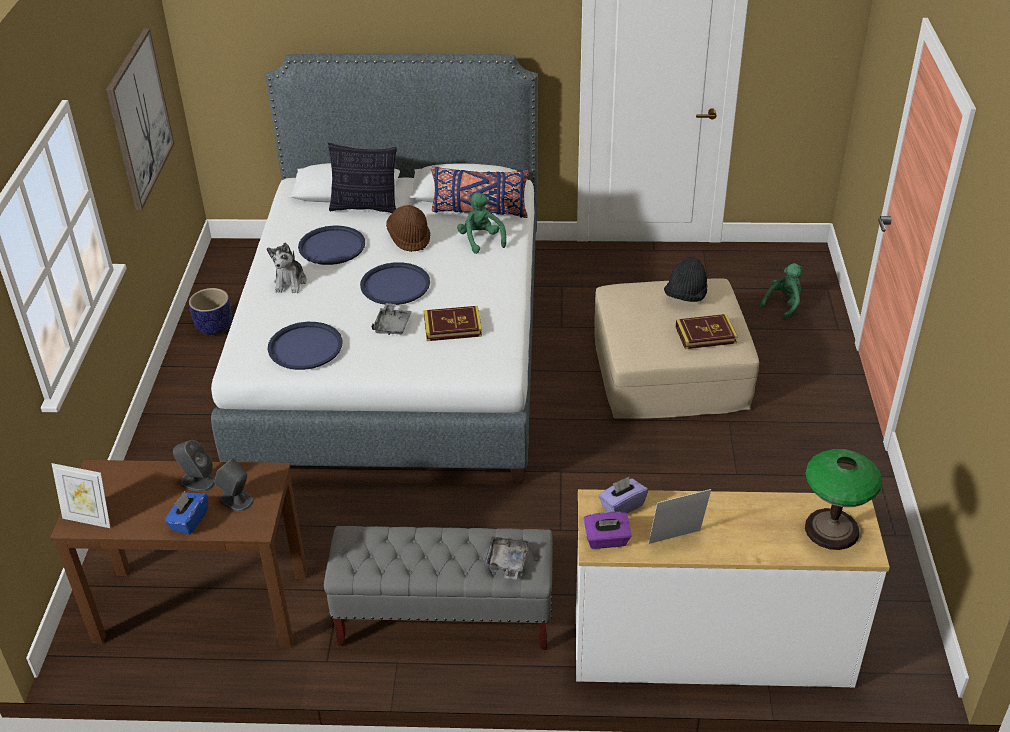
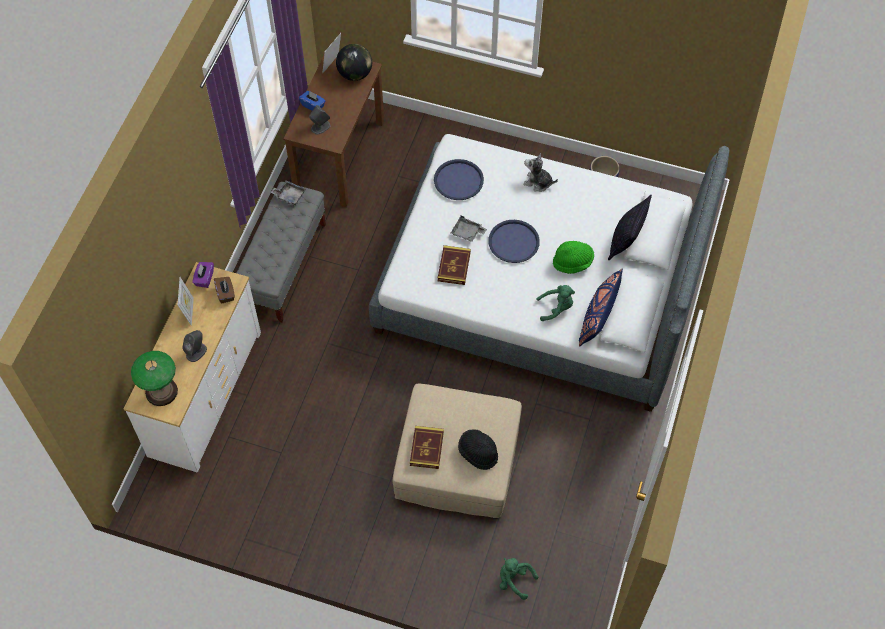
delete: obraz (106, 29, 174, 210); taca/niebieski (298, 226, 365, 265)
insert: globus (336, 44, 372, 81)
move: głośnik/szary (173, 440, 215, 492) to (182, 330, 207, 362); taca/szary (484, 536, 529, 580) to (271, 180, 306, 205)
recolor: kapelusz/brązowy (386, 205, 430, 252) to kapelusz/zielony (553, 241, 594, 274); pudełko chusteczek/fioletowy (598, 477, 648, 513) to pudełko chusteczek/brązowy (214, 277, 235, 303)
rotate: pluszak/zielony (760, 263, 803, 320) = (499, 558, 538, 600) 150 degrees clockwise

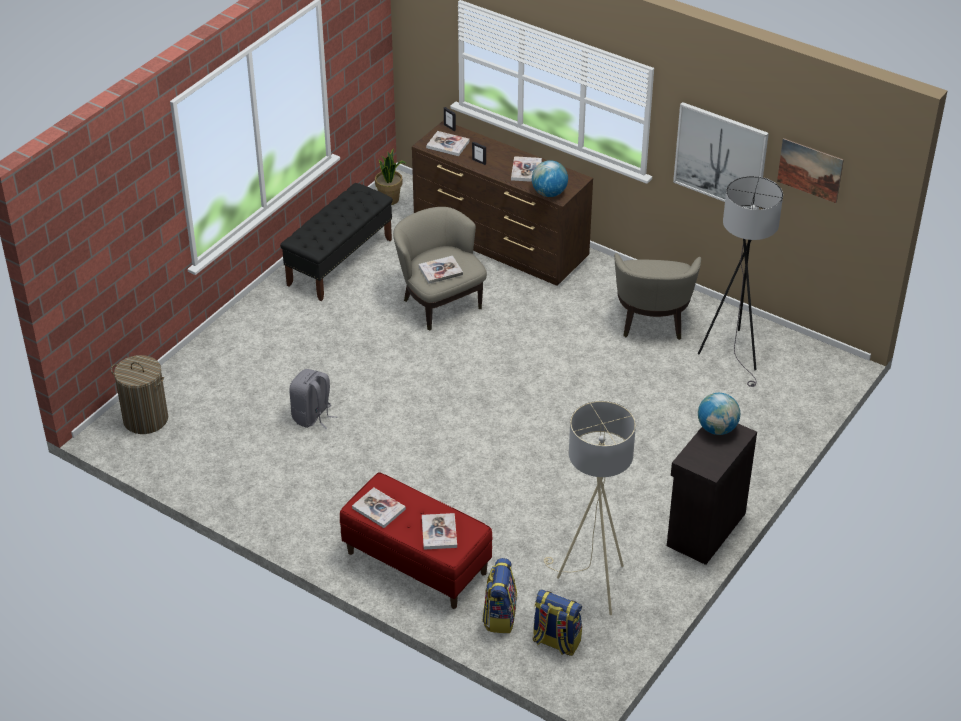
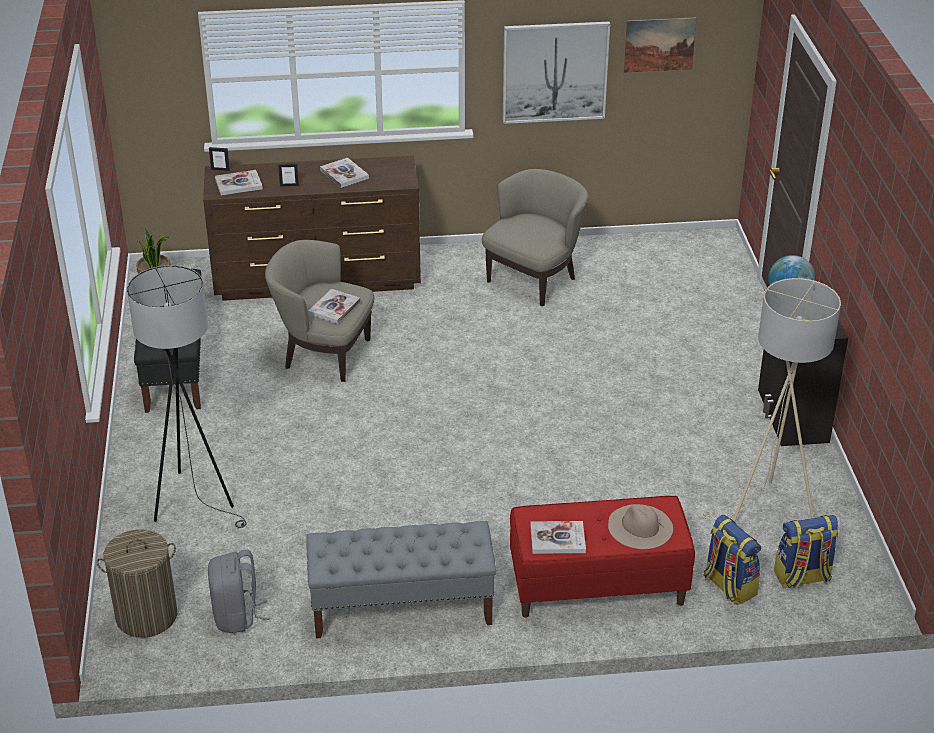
delete: globus (532, 160, 568, 197)
insert: ławka/szary (306, 521, 496, 639)
move: lampa stojąca/szary (698, 176, 783, 387) to (127, 265, 247, 528); plecak/szary (289, 369, 337, 429) to (208, 549, 269, 633)
replace: książka (422, 513, 457, 550) to kapelusz/beżowy (608, 504, 673, 549)
rotate: fotel/beżowy (614, 253, 701, 340) = (482, 169, 588, 306) 105 degrees counterclockwise

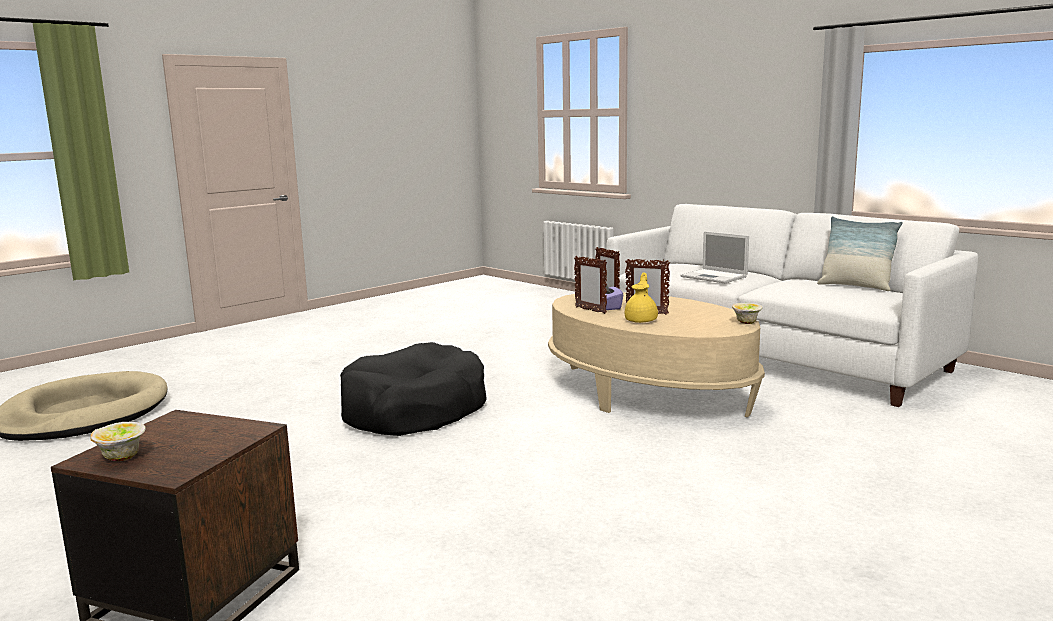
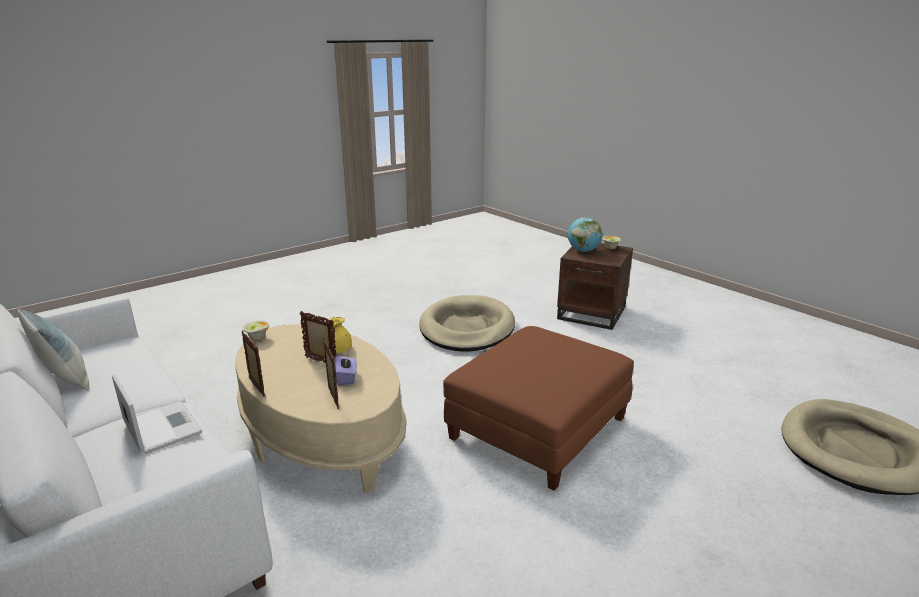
insert: globus (568, 217, 602, 252); legowisko/beżowy (419, 295, 515, 352)
move: ramka na zdjęcie (574, 256, 607, 314) to (242, 331, 265, 397)
replace: legowisko/czarny (340, 342, 487, 436) to pufa/brązowy (443, 326, 634, 491)

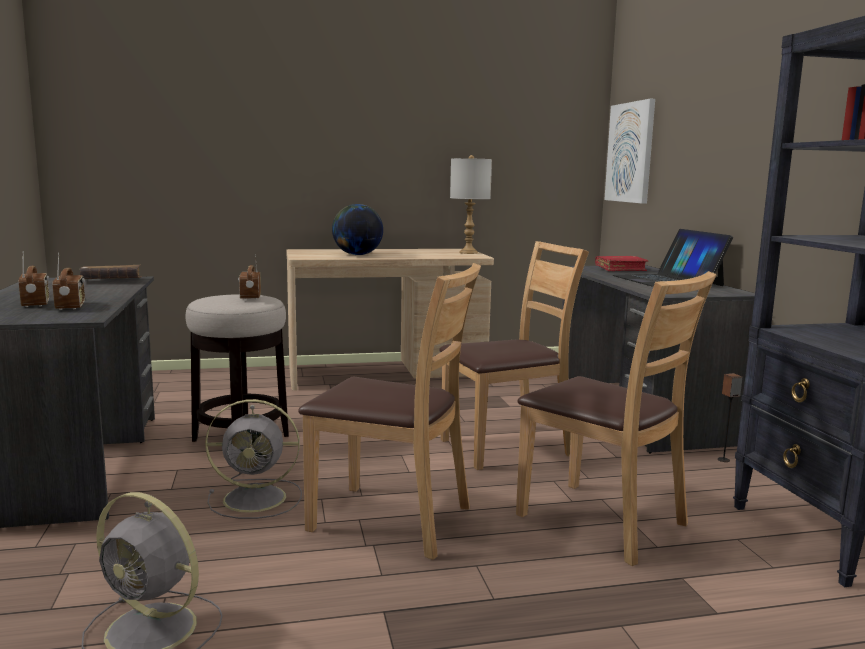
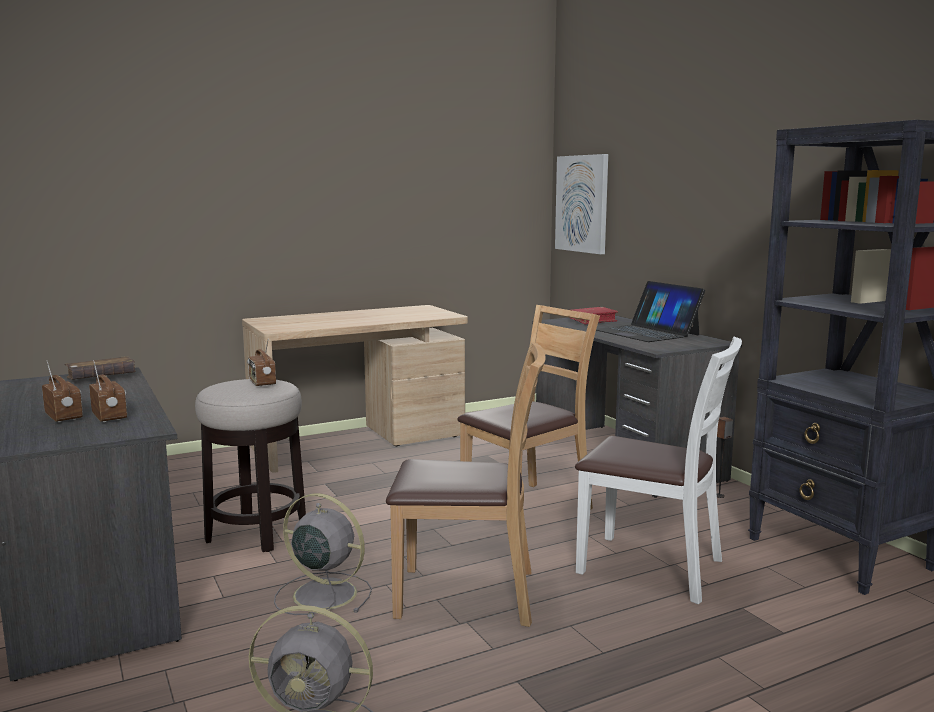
delete: lampa stołowa/szary (450, 155, 492, 254); globus (332, 204, 383, 255)
recolor: krzesło/brązowy (516, 271, 717, 566) to krzesło/biały (575, 337, 742, 604)
rotate: wentylator/szary (205, 399, 302, 519) = (274, 493, 372, 615) 135 degrees counterclockwise

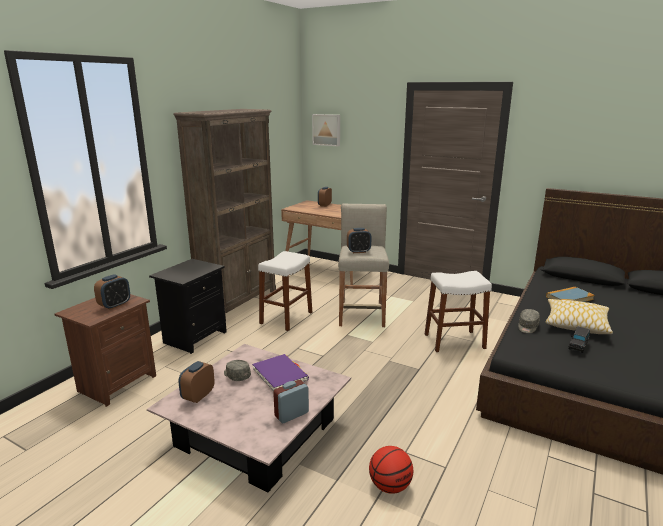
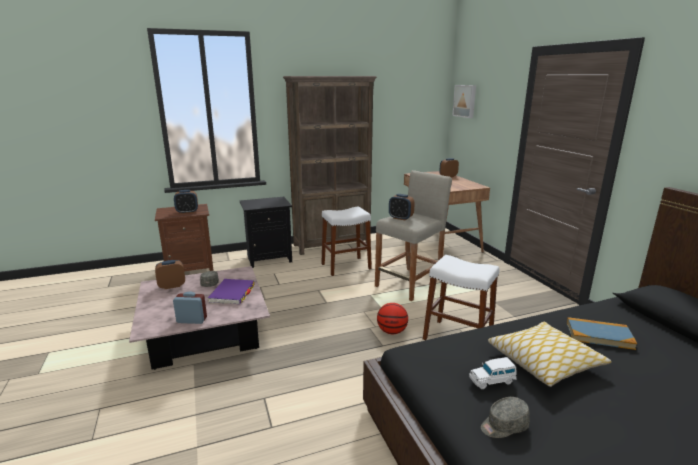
move: czapka z daszkiem/szary (518, 309, 540, 333) to (481, 397, 530, 438); piłka do koszykówki (369, 446, 413, 494) to (377, 303, 408, 334)
recolor: samochodzik/czarny (568, 326, 590, 353) to samochodzik/biały (469, 357, 517, 389)

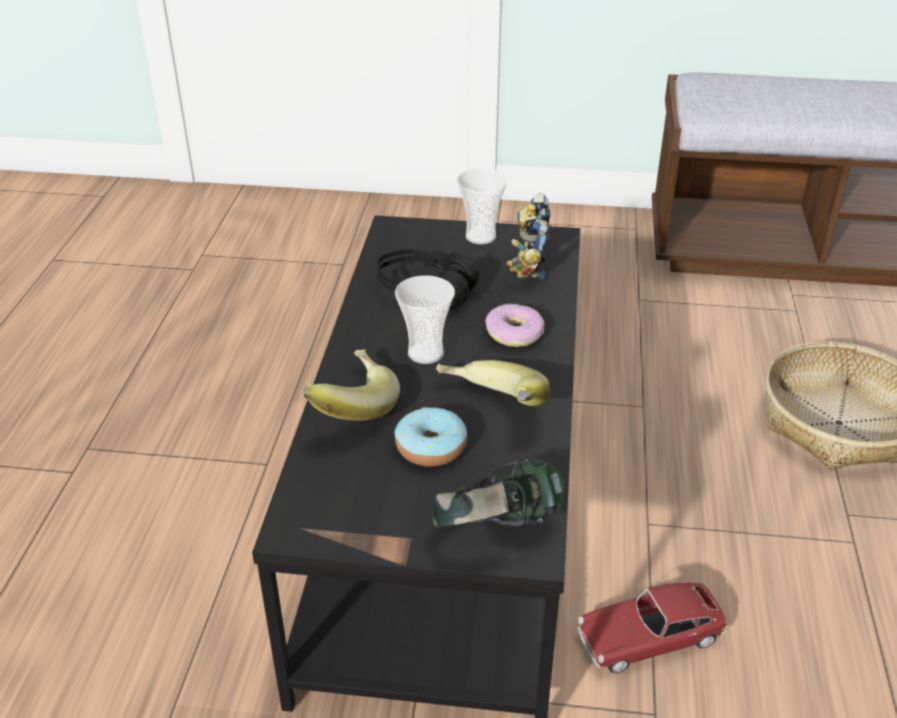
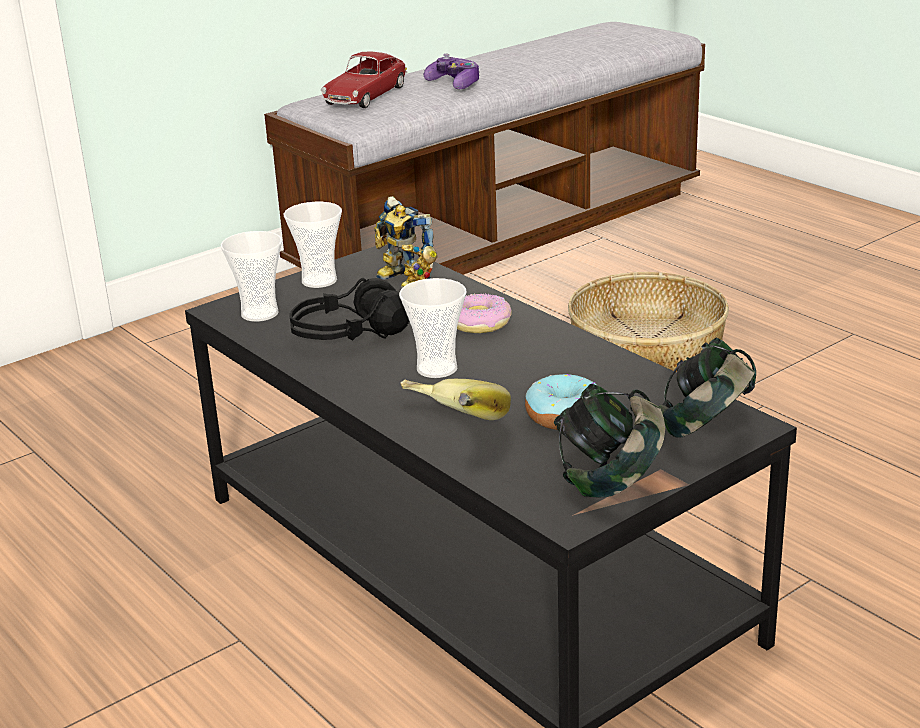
delete: banan (436, 360, 550, 406)
insert: pad do gier (424, 54, 480, 90); filiżanka (221, 231, 282, 322); słuchawki (554, 384, 665, 497)
move: samochodzik (577, 582, 727, 673) to (321, 51, 407, 108)

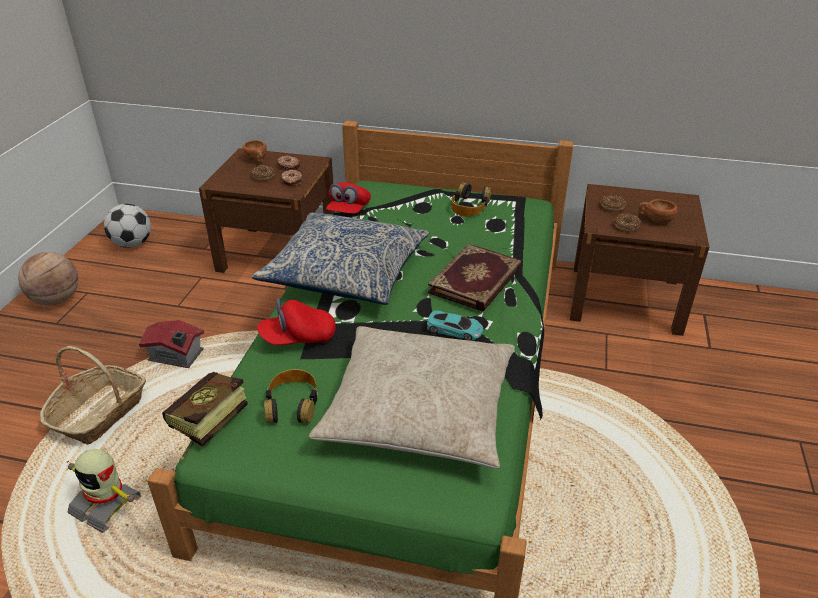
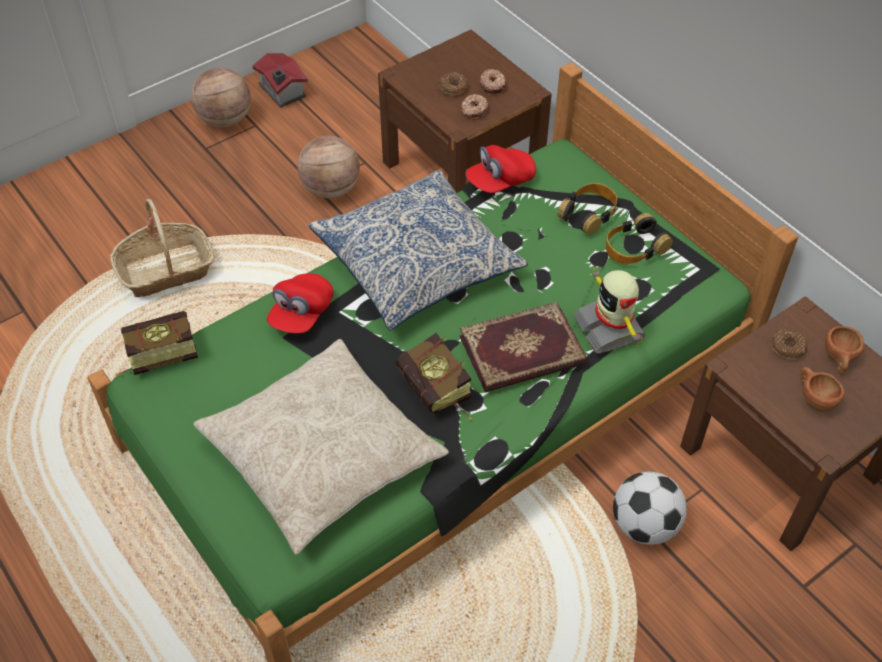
delete: donut (614, 214, 641, 231)
insert: piłka do koszykówki (297, 136, 360, 198)
move: filiżanka/brązowy (243, 140, 267, 164) to (825, 326, 864, 375); piłka futbolowa (104, 204, 151, 248) to (613, 472, 687, 545); domek (139, 320, 204, 368) to (252, 53, 308, 108); słuchawki (264, 369, 318, 423) to (558, 183, 617, 235); robot zabawkowy (66, 449, 141, 533) to (573, 267, 645, 354)
replace: samochodzik/turkusowy (427, 310, 483, 341) to książka (396, 333, 472, 420)
rotate: czapka z daszkiem/czerwony (257, 298, 336, 345) = (267, 273, 333, 333) 90 degrees counterclockwise

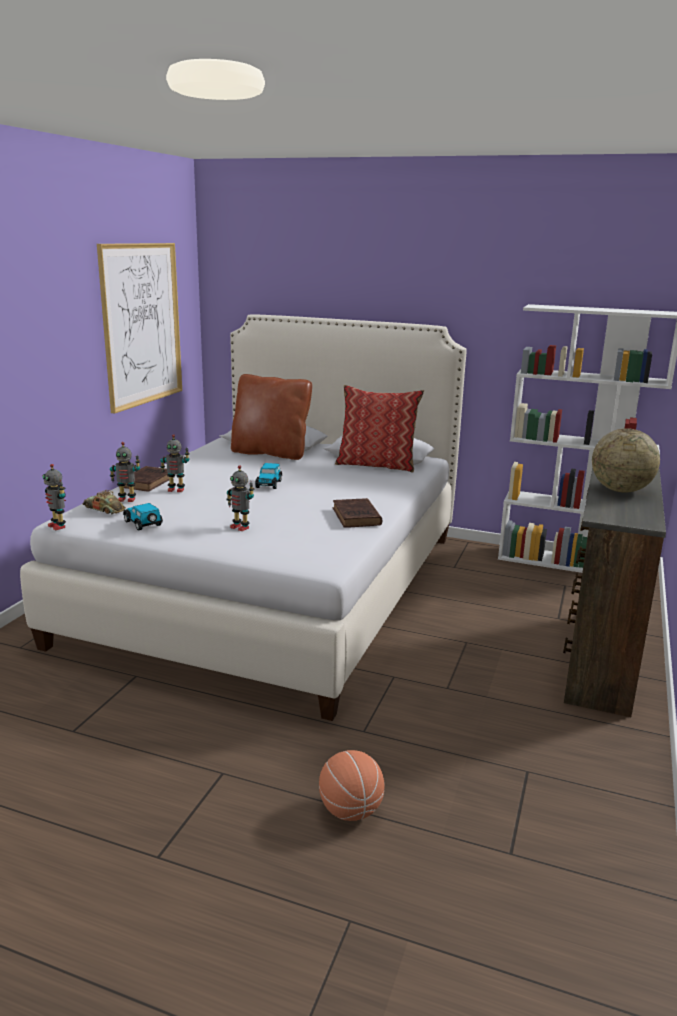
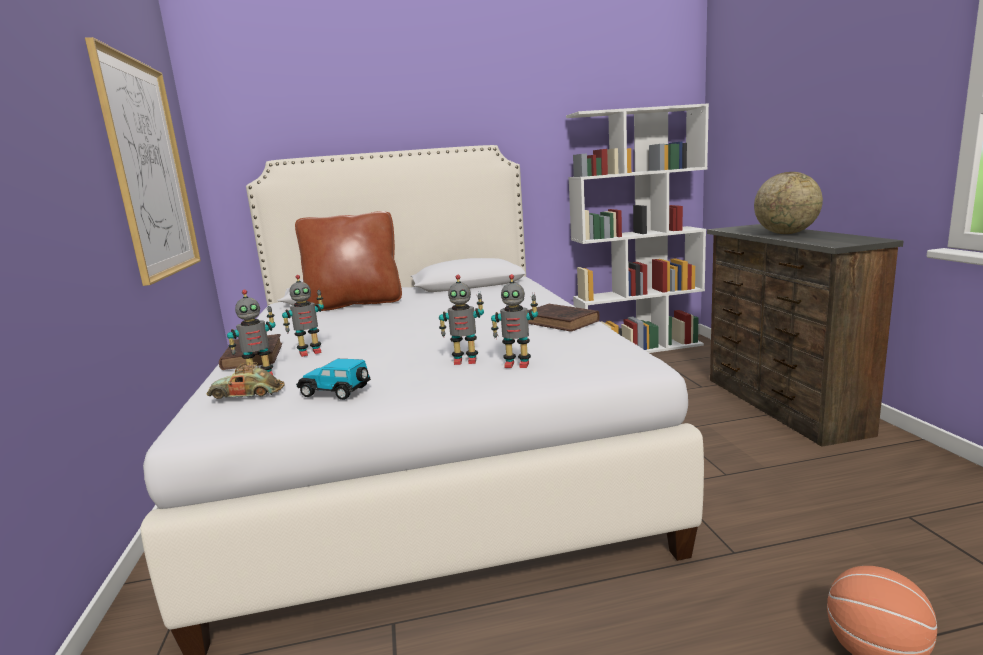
delete: poduszka (335, 385, 424, 473); samochodzik (255, 463, 282, 489)
move: robot zabawkowy (43, 464, 66, 530) to (491, 274, 538, 368)

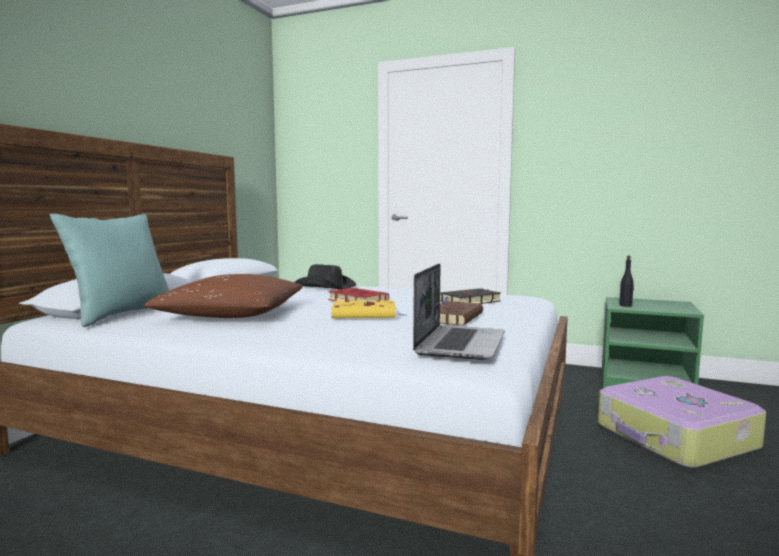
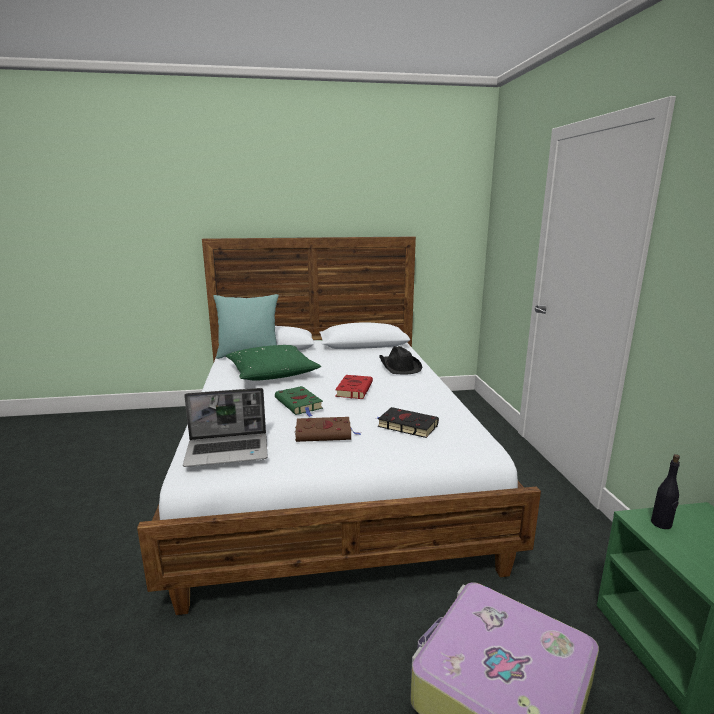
recolor: poduszka/brązowy (144, 274, 303, 318) to poduszka/zielony (226, 345, 321, 381); książka/żółty (331, 300, 407, 318) to książka/zielony (275, 386, 323, 417)

